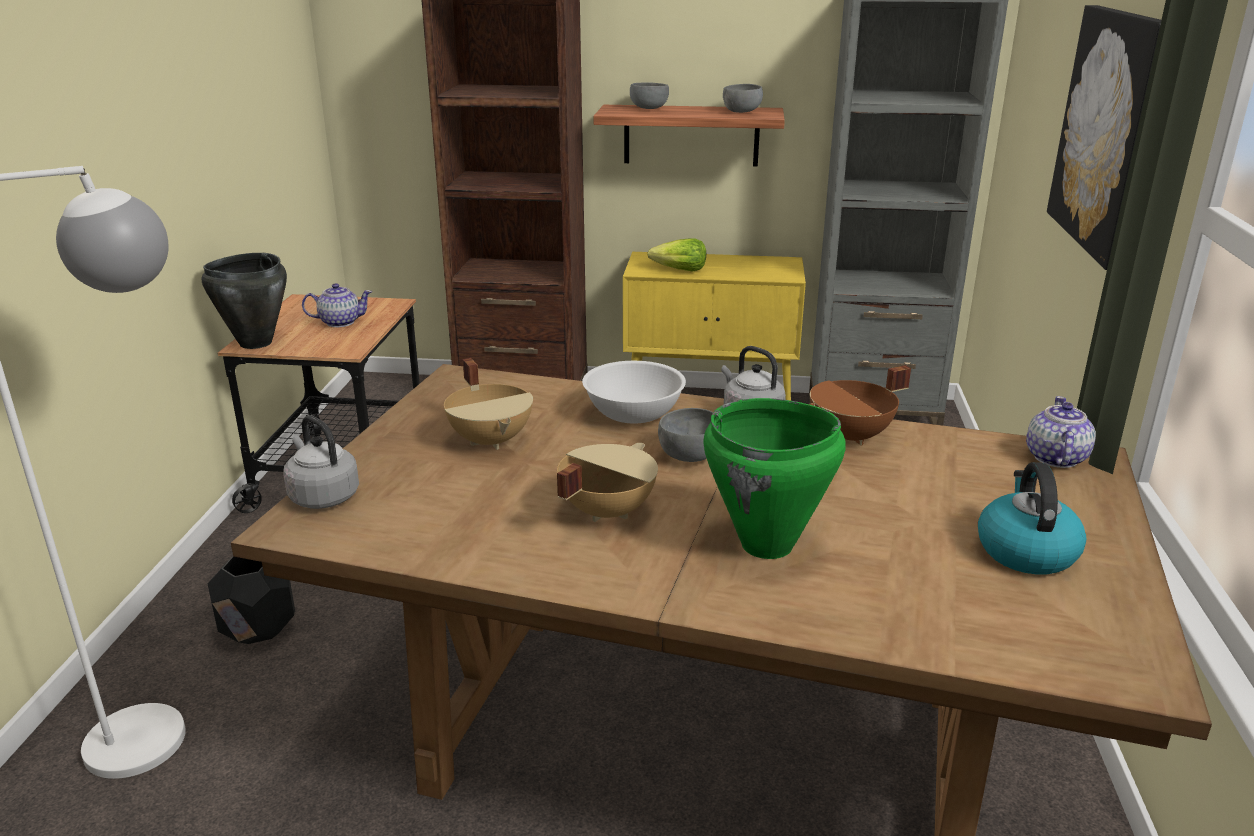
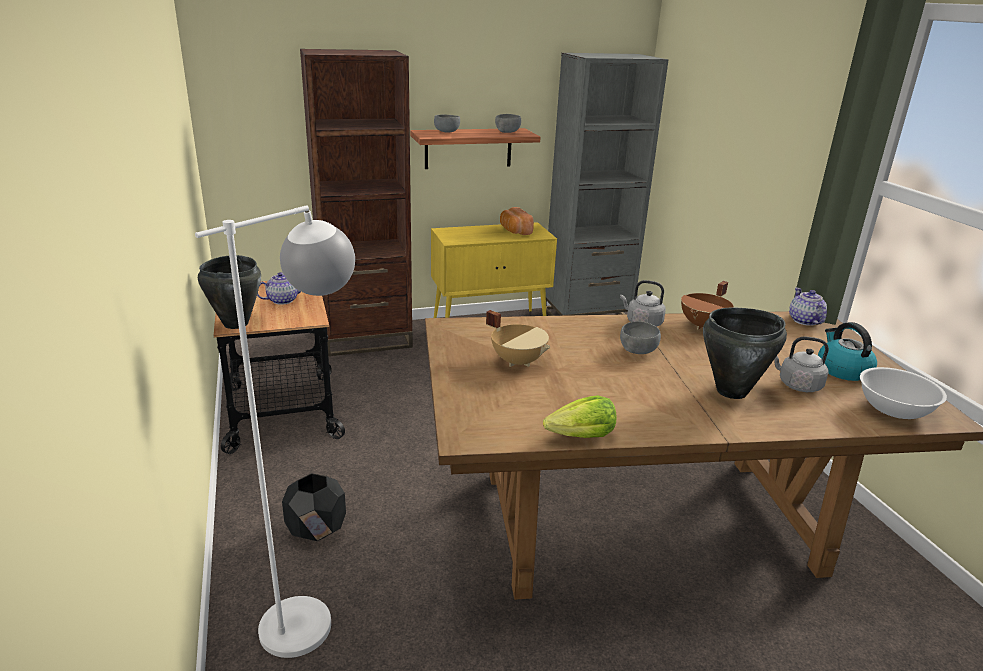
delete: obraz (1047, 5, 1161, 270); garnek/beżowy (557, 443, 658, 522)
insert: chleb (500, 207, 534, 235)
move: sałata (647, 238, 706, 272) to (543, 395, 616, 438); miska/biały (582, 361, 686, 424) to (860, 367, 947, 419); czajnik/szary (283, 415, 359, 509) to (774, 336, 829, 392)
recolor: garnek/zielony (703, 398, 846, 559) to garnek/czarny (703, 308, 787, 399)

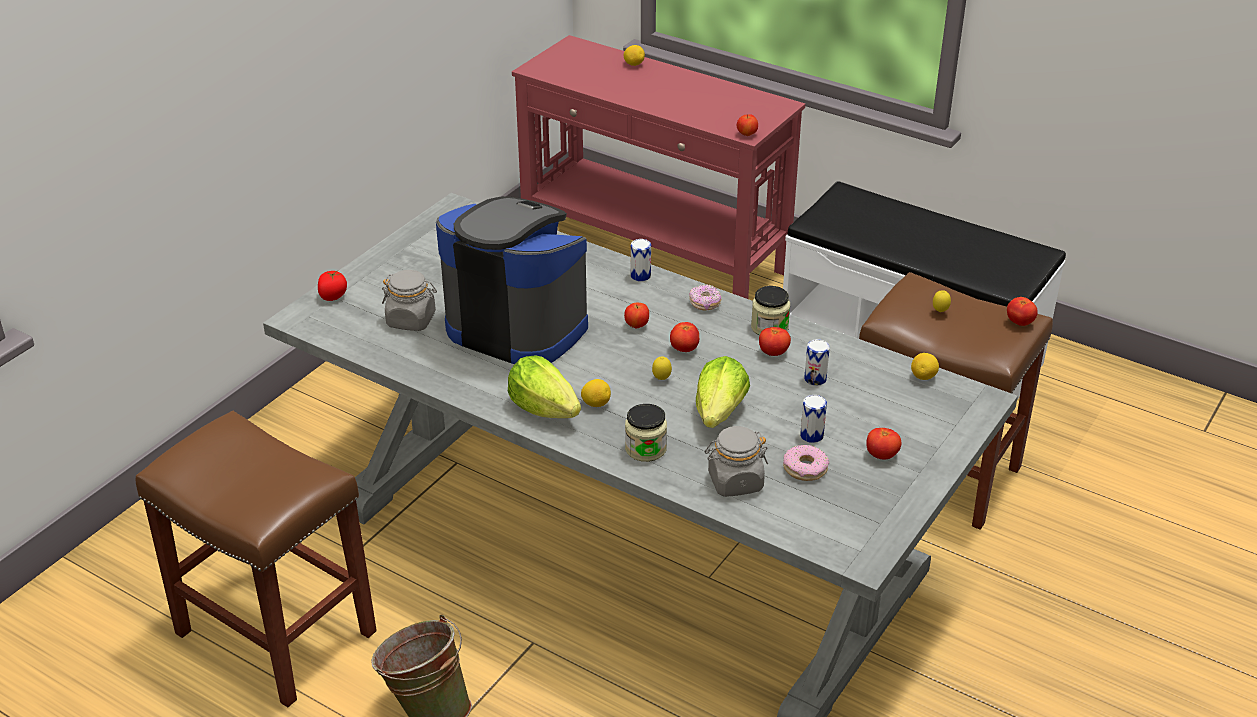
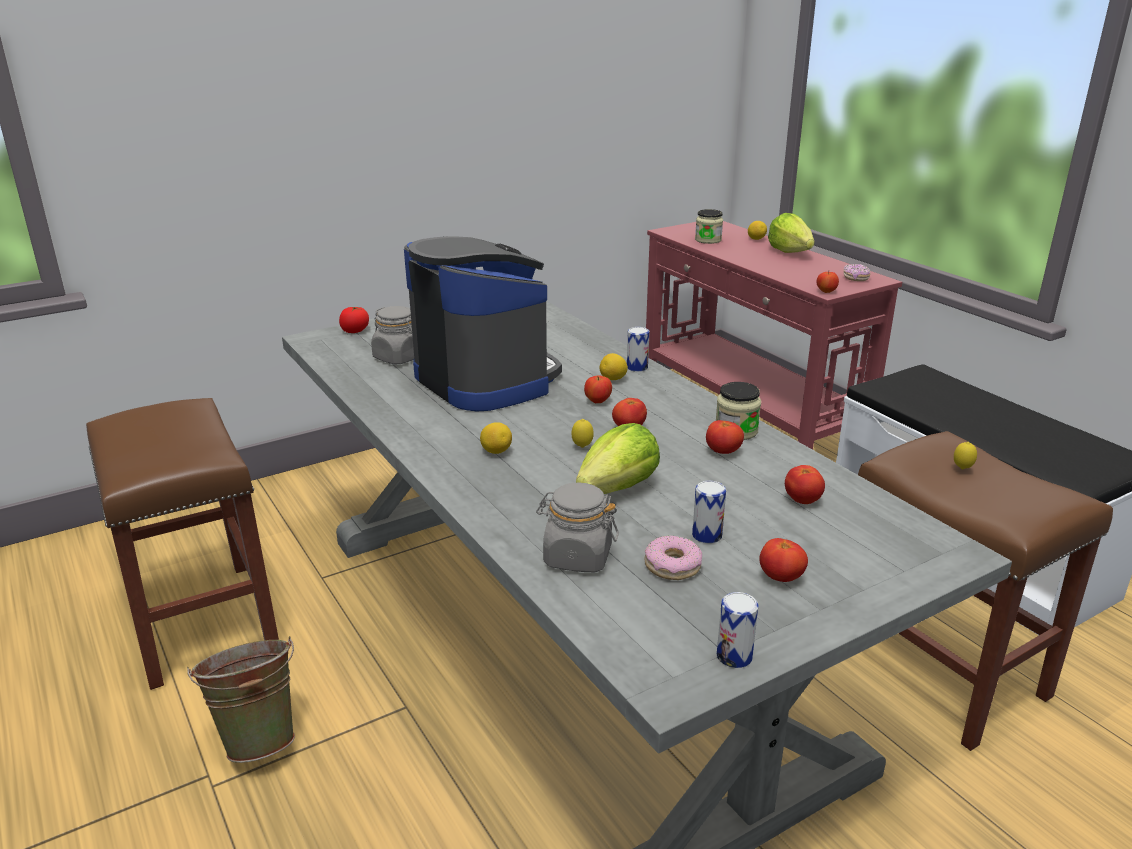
move: donut (689, 284, 722, 310) to (844, 264, 870, 281); pomidor (1007, 297, 1038, 326) to (785, 465, 825, 504); puszka (804, 339, 830, 386) to (717, 592, 759, 668); cytryna (911, 353, 939, 380) to (600, 353, 628, 380); sałata (508, 355, 581, 418) to (768, 213, 815, 253); słoik (625, 404, 667, 462) to (695, 209, 723, 244)

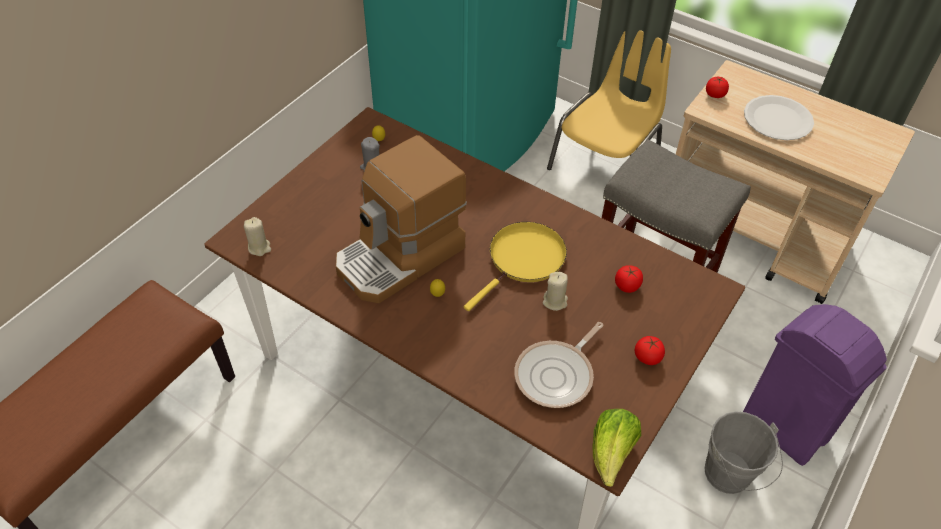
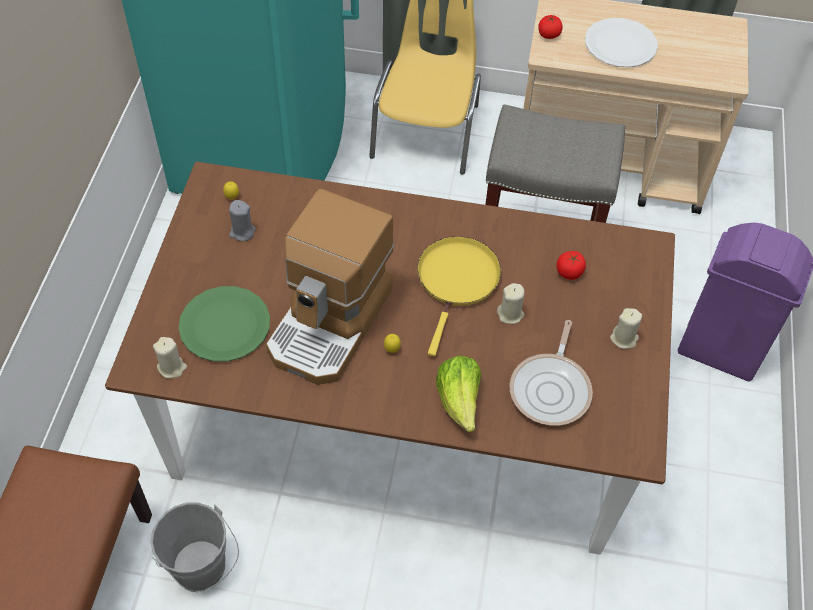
insert: talerz/zielony (178, 286, 270, 362)
move: sałata (593, 409, 641, 487) to (436, 356, 482, 432); wiadro/szary (704, 412, 783, 494) to (151, 503, 239, 592)
replace: pomidor (634, 336, 665, 365) to świeca/beżowy (610, 308, 642, 349)

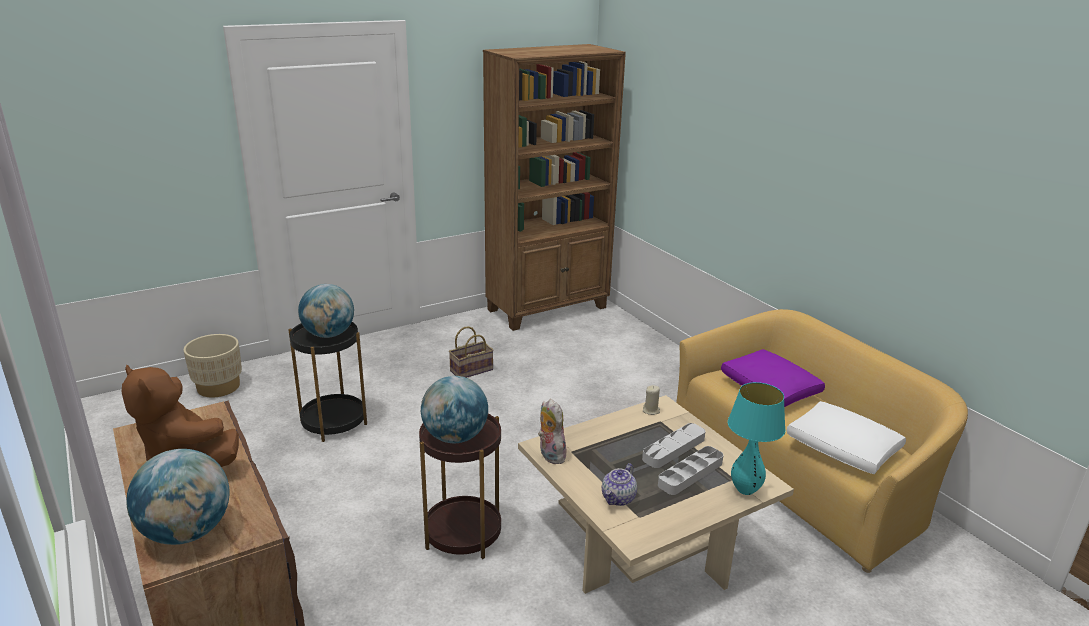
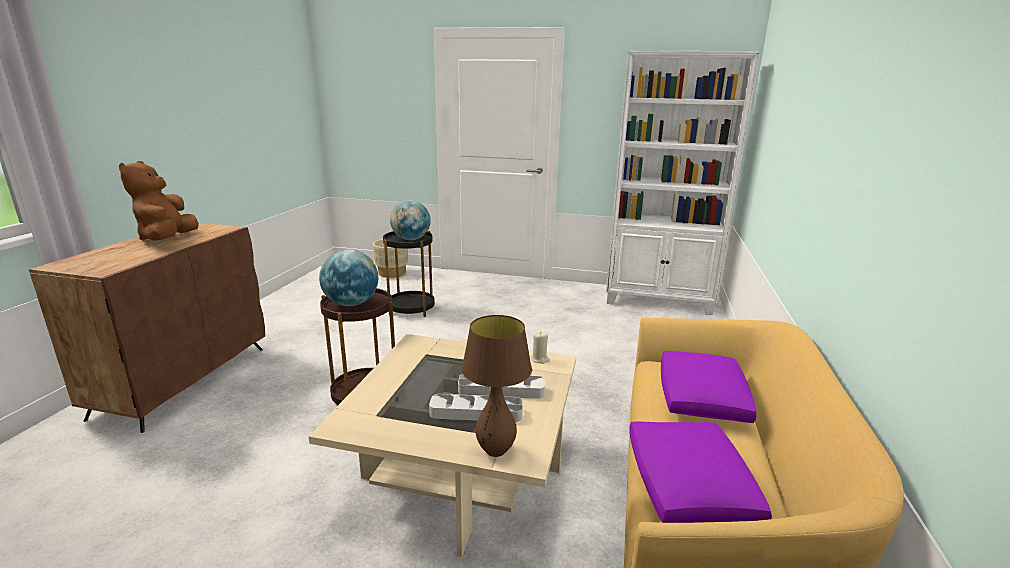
delete: koszyk (449, 326, 494, 378); pluszak (538, 399, 568, 464); globus (126, 449, 230, 545); imbryk (602, 463, 637, 506)
recolor: regał/brązowy (483, 44, 626, 331) to regał/biały (606, 51, 761, 315); lampa stołowa/turkusowy (728, 382, 786, 495) to lampa stołowa/brązowy (462, 315, 532, 457); poduszka/biały (787, 401, 906, 474) to poduszka/fioletowy (629, 422, 772, 523)

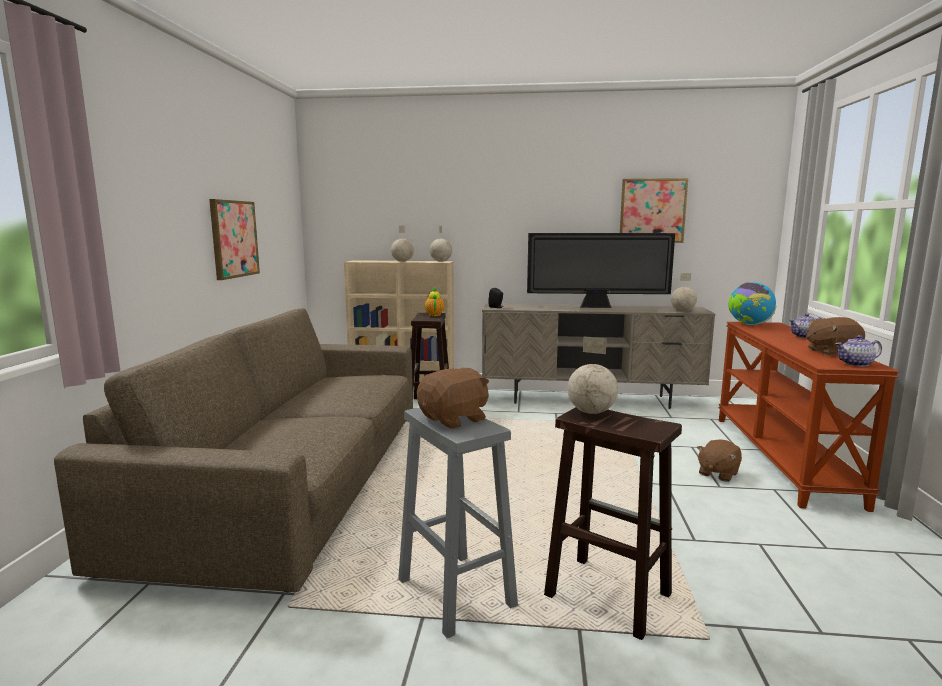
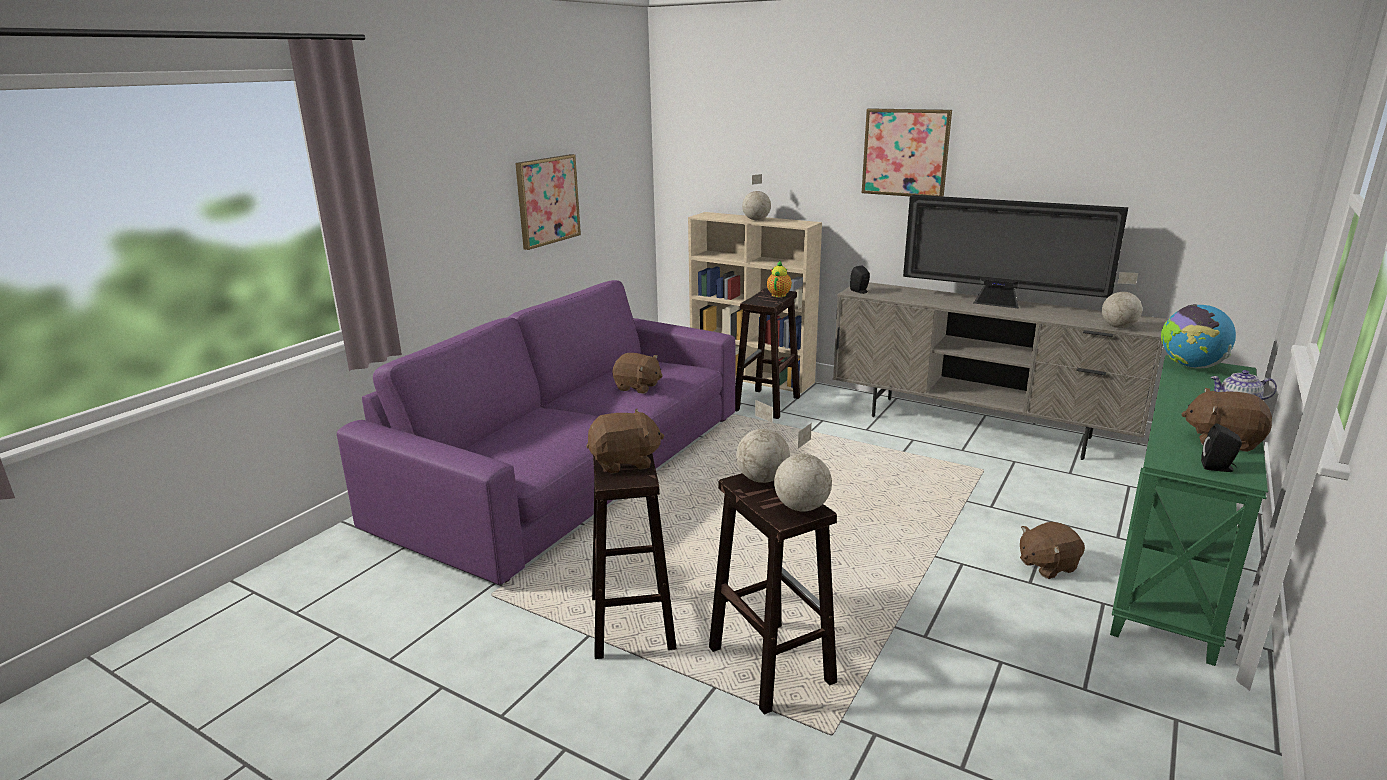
insert: pluszak/brązowy (612, 353, 663, 394)
move: obraz (620, 178, 688, 243) to (862, 108, 952, 197); globus (430, 226, 452, 262) to (774, 423, 832, 512)
replace: imbryk (835, 335, 882, 367) to głośnik/czarny (1201, 424, 1242, 472)
recolor: kanapa/brązowy (54, 308, 413, 592) to kanapa/fioletowy (337, 280, 735, 585); stolik konsolowy/brązowy (718, 322, 900, 512) to stolik konsolowy/zielony (1110, 355, 1268, 666); stołek/szary (398, 407, 518, 639) to stołek/brązowy (592, 453, 677, 659)

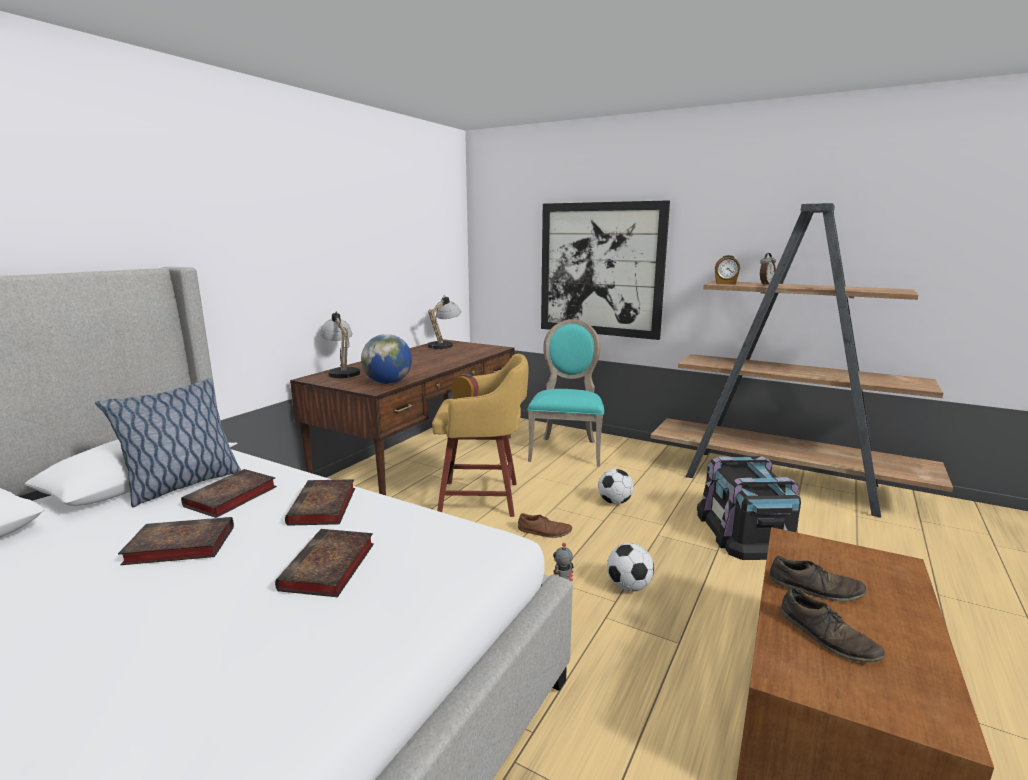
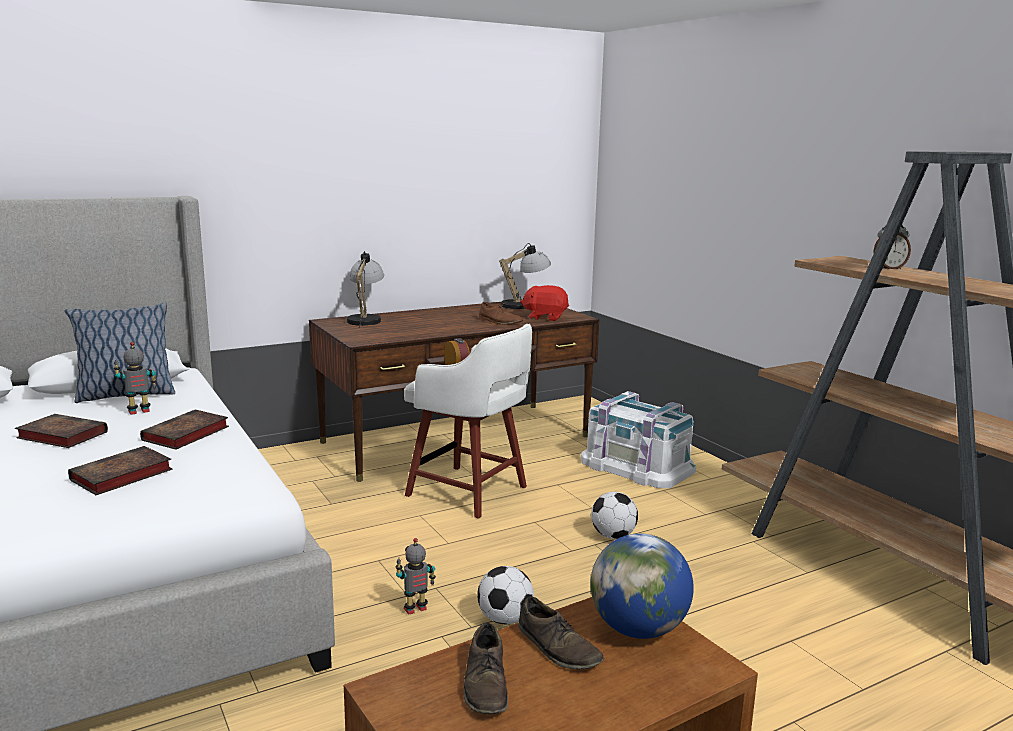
delete: obraz (541, 200, 670, 340); budzik (715, 255, 740, 285); pojemnik do przechowywania/czarny (697, 456, 801, 560)
insert: pluszak/czerwony (520, 285, 569, 321)
move: globus (361, 334, 412, 384) to (590, 533, 694, 639); but/brązowy (518, 513, 572, 538) to (479, 302, 523, 325)
replace: krzesło/turkusowy (527, 319, 604, 467) to pojemnik do przechowywania/biały (581, 391, 696, 488); książka (181, 469, 277, 518) to robot zabawkowy (114, 342, 157, 415)
recolor: stołek/żółty (432, 354, 528, 517) to stołek/biały (404, 324, 532, 519)

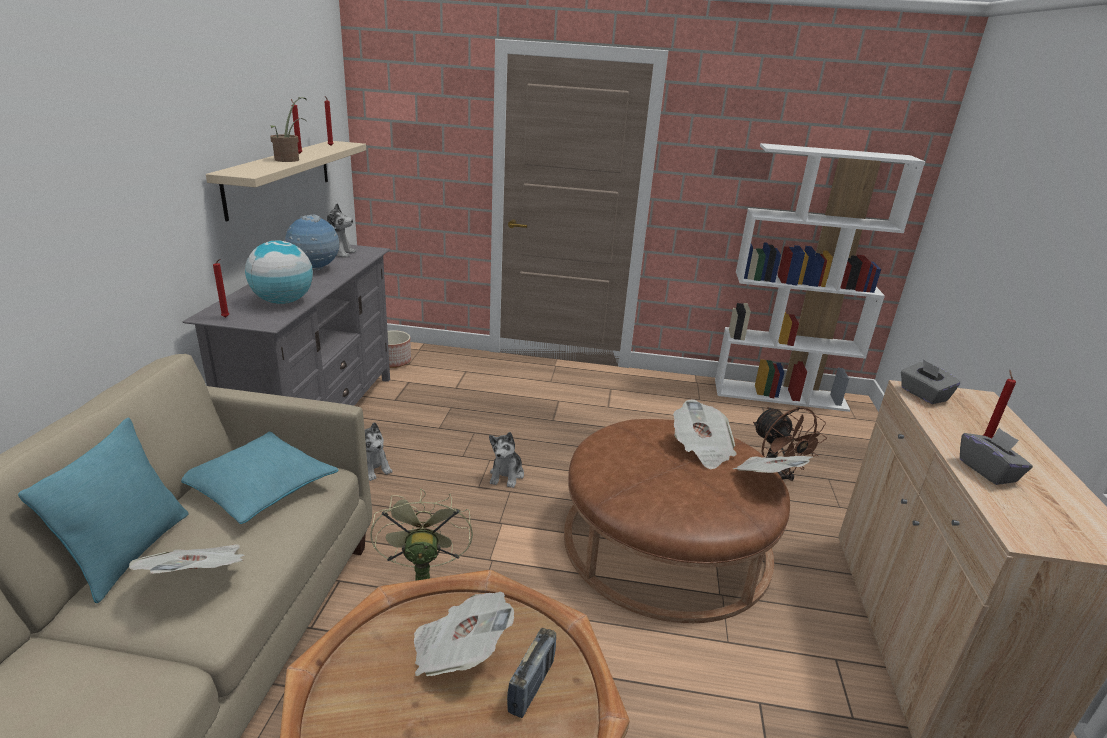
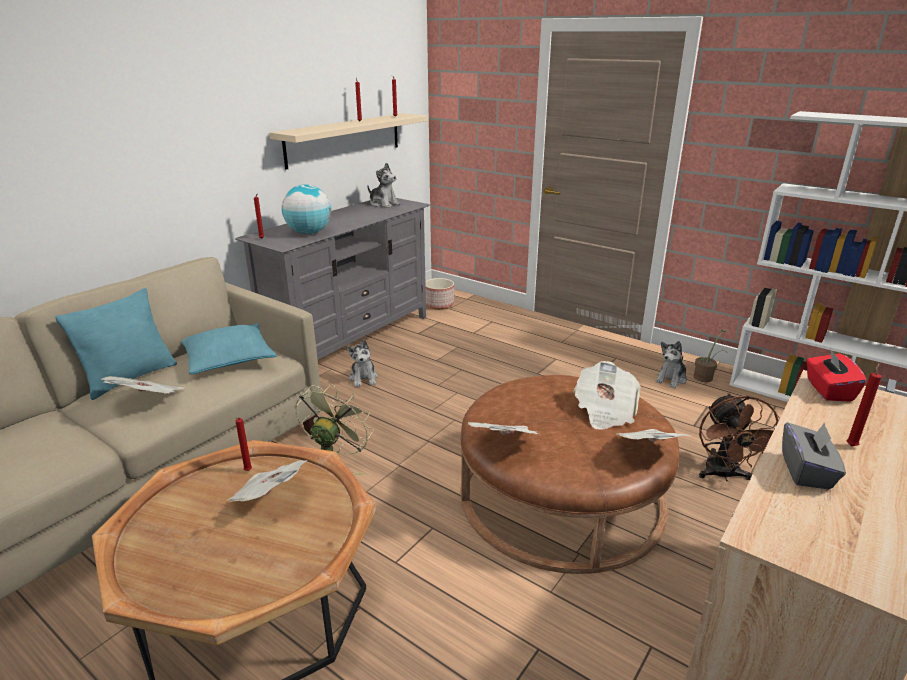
delete: globus (285, 215, 339, 270); radio (507, 628, 556, 718)
insert: świeca/czerwony (235, 417, 252, 471); gazeta (468, 422, 538, 435)
move: roślina doniczkowa (270, 97, 308, 162) to (693, 329, 726, 382); pluszak (489, 432, 524, 488) to (655, 341, 687, 388)
recolor: pudełko chusteczek/szary (901, 359, 960, 404) to pudełko chusteczek/czerwony (806, 349, 867, 402)

